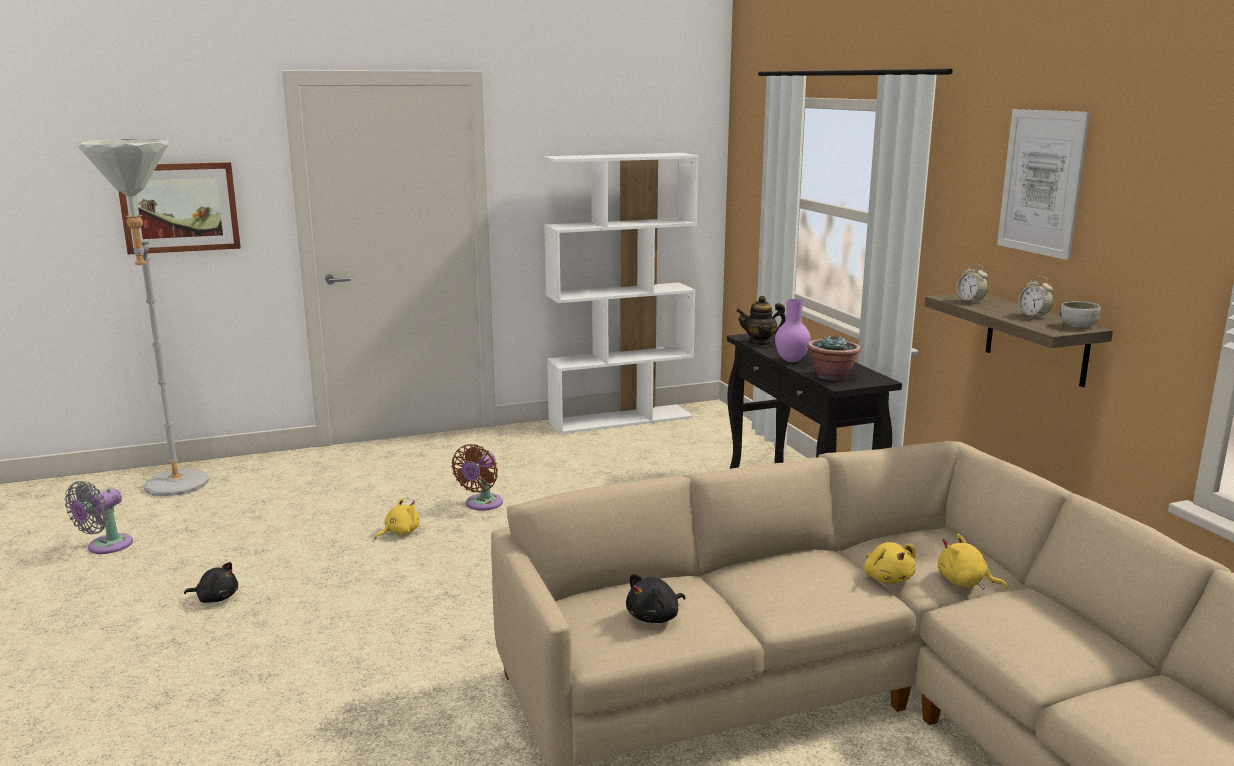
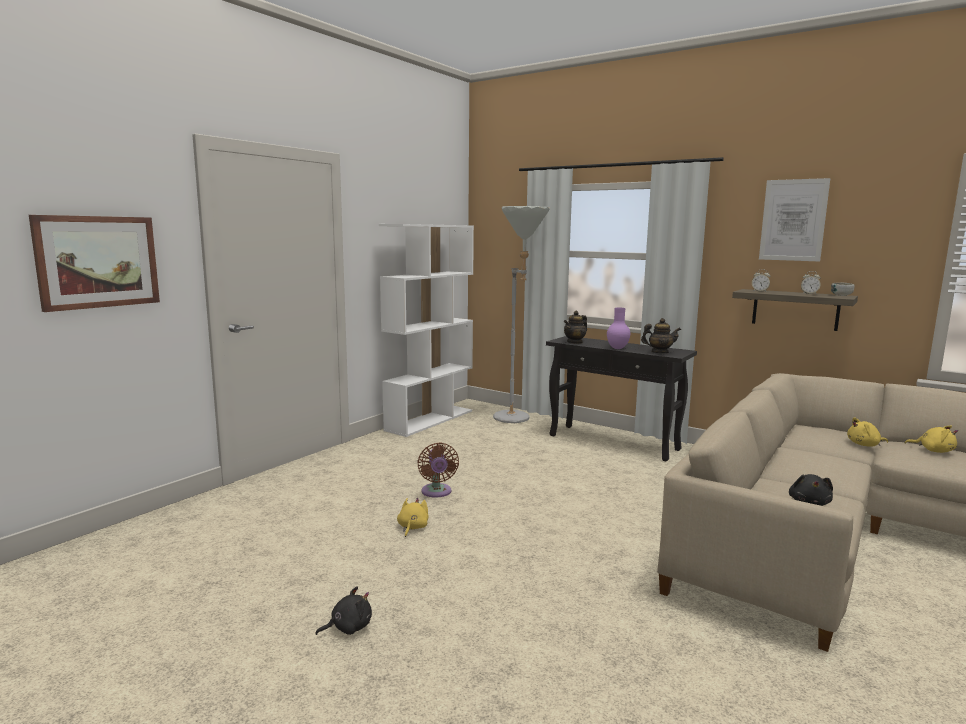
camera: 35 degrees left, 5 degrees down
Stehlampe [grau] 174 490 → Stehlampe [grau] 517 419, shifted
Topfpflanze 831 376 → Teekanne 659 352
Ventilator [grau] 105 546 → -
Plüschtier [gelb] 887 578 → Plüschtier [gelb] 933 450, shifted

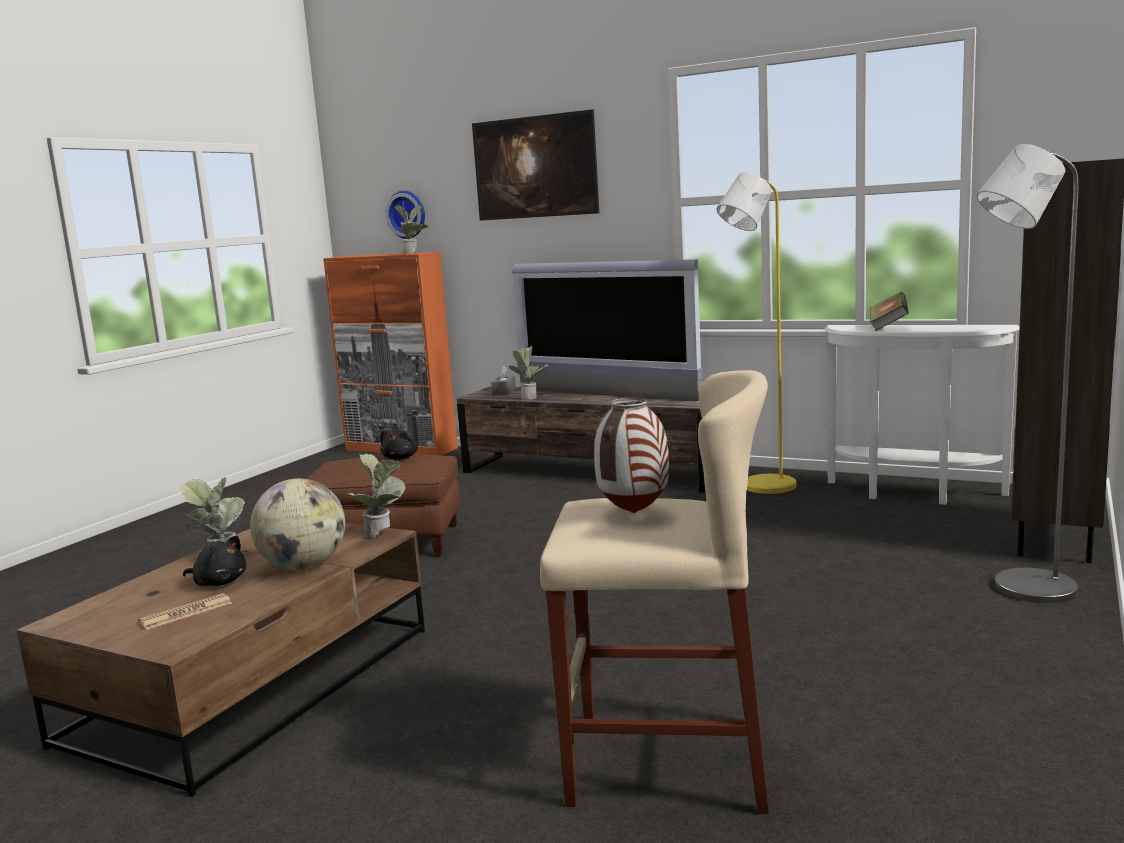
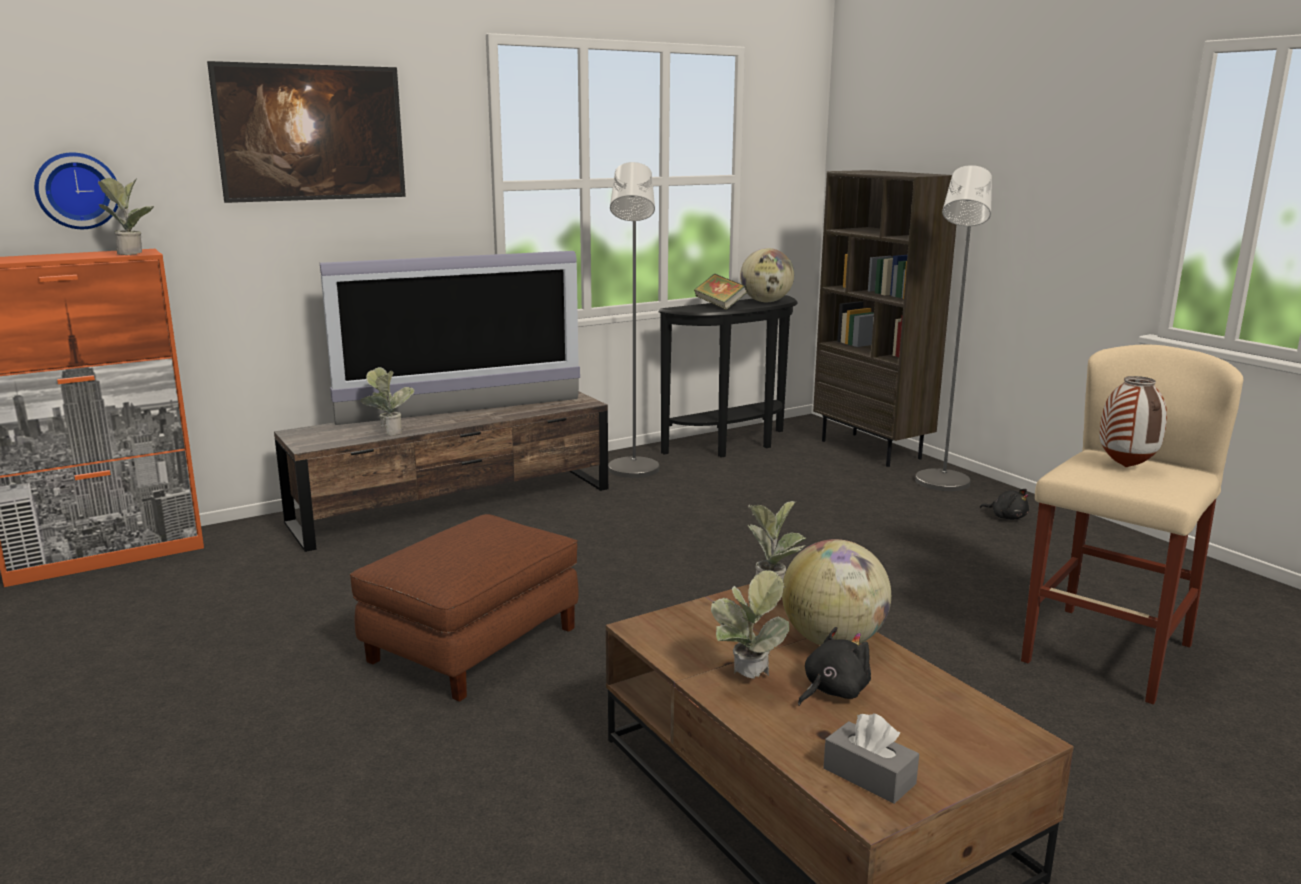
camera: 60 degrees left, 5 degrees up
Stehlampe [gelb] 761 488 → Stehlampe [grau] 633 472
Konsolentisch [weiß] 912 494 → Konsolentisch [schwarz] 734 446
Taschentuchbox [grau] 504 392 → Taschentuchbox [grau] 869 776, shifted
Plüschtier [schwarz] 401 458 → Plüschtier [schwarz] 1006 517, shifted
Zeitung 186 613 → -
- → Globus 766 302

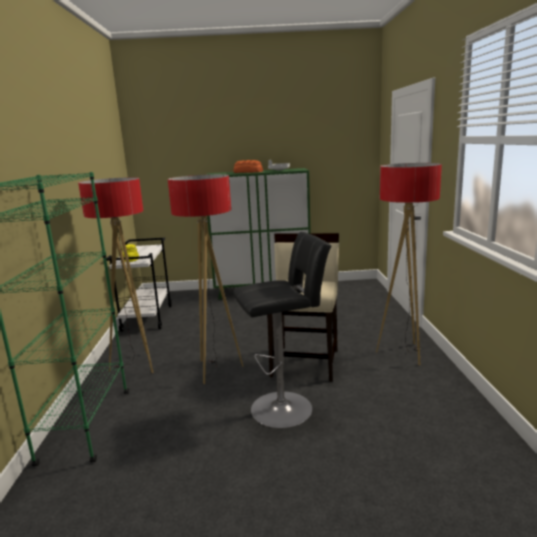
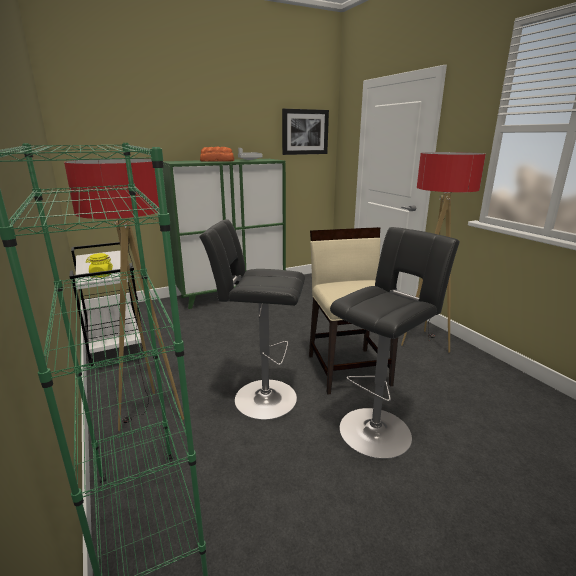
camera: 25 degrees left, 5 degrees up
Stehlampe 216 370 → Hocker [schwarz] 260 398
- → Bild 305 132

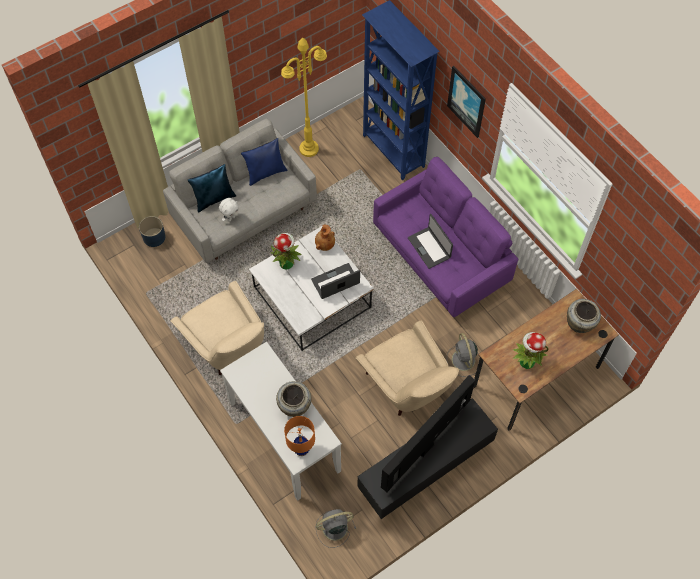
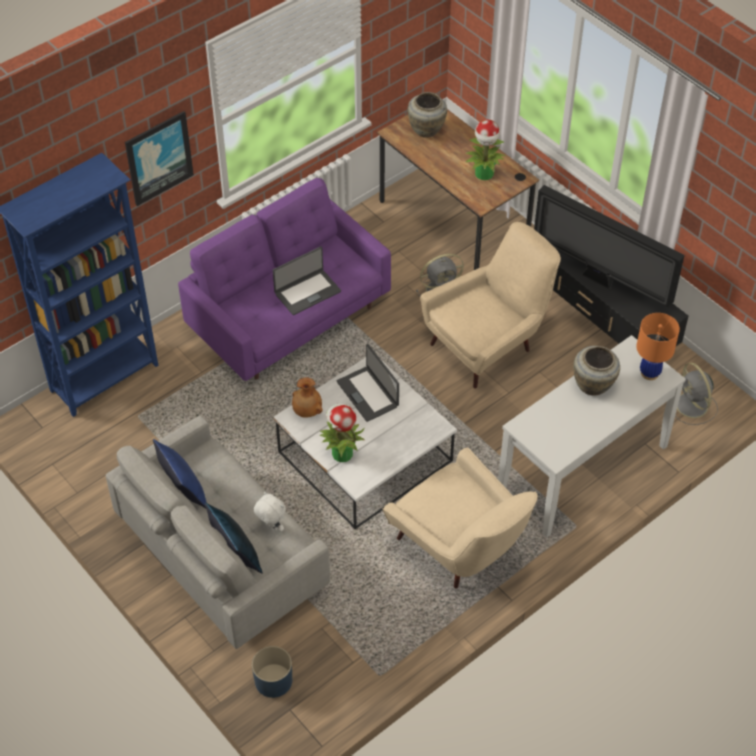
camera: 95 degrees left, 10 degrees down
Stehlampe [gelb] 309 149 → -
Sessel [beige] 228 348 → Sessel [beige] 460 550, 90 degrees clockwise

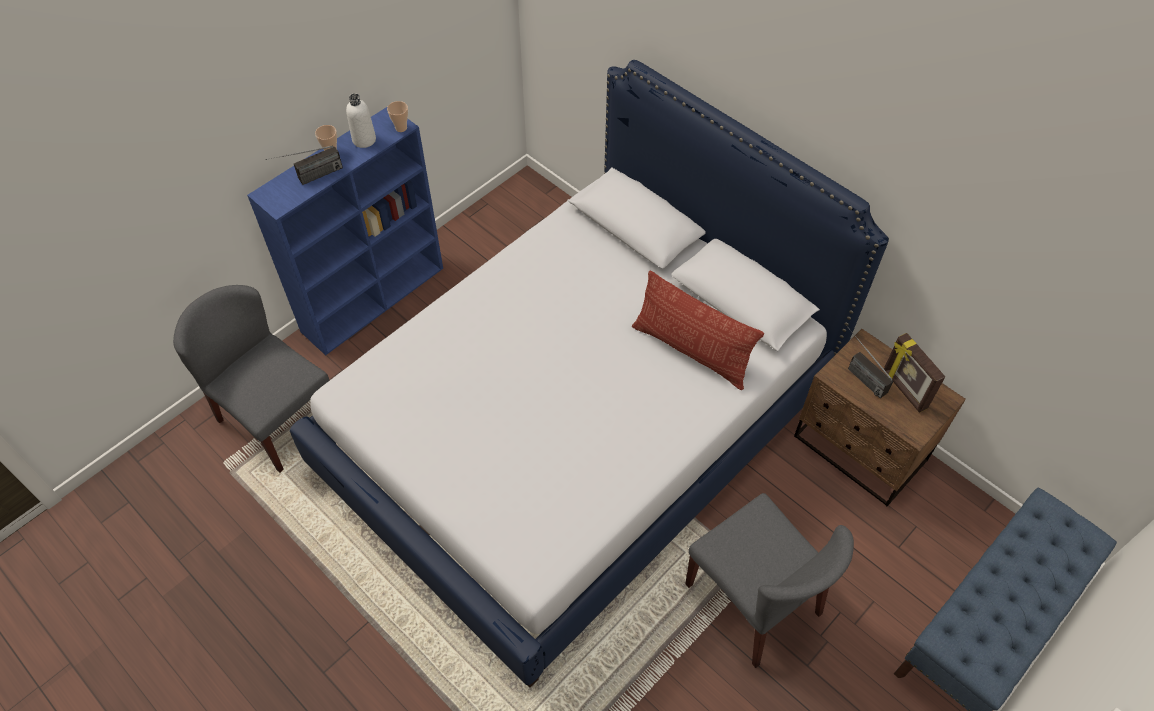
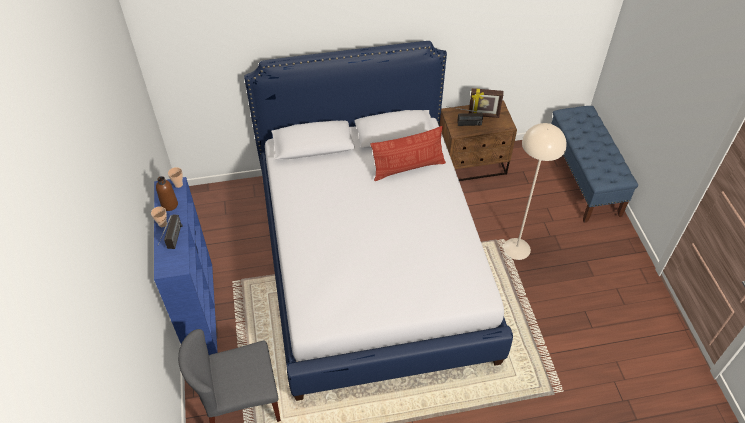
camera: 55 degrees left, 5 degrees down
Flasche [weiß] 364 140 → Flasche [braun] 169 205
Stuhl [grau] 753 600 → Stehlampe [beige] 517 249

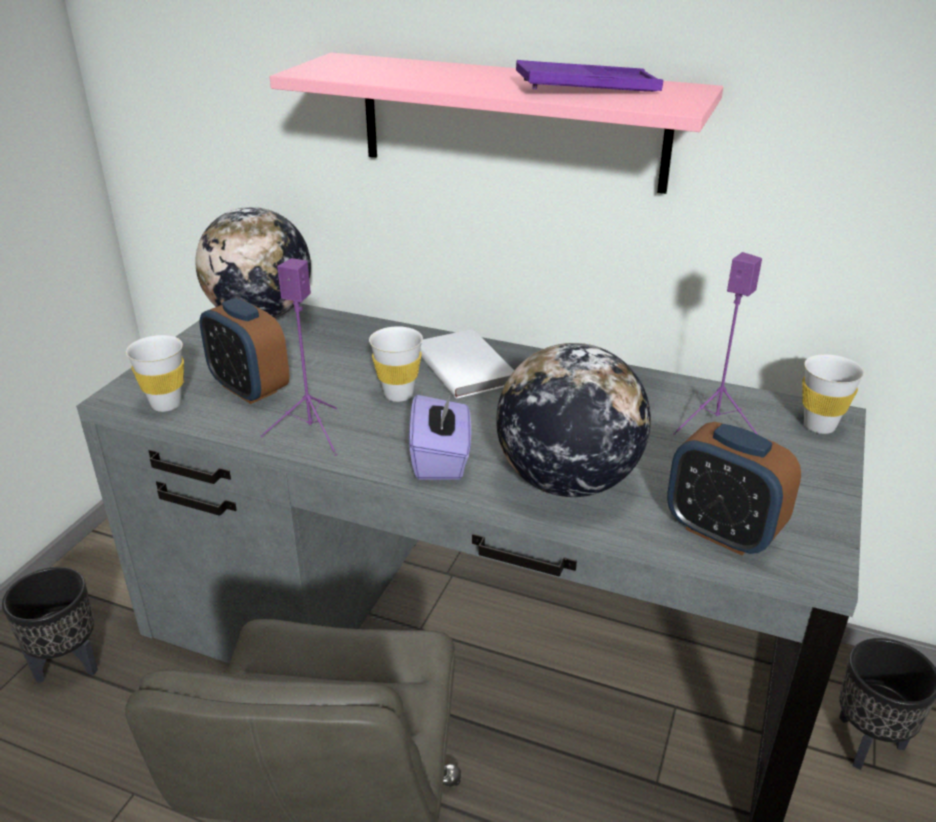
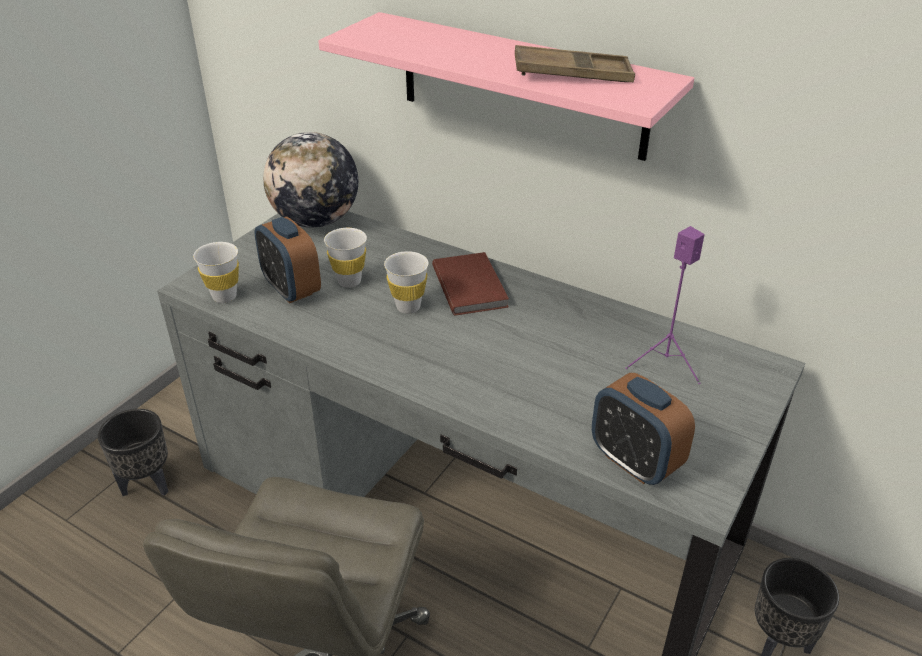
camera: 10 degrees right, 5 degrees up
Tablett [lila] 587 89 → Tablett [braun] 572 74
Lautsprecher [lila] 312 433 → -
Buch [weiß] 466 366 → Buch [braun] 471 285
Globus 567 481 → -
Tasse [weiß] 819 426 → Tasse [weiß] 349 281, shifted
Taschentuchbox [lila] 441 459 → -

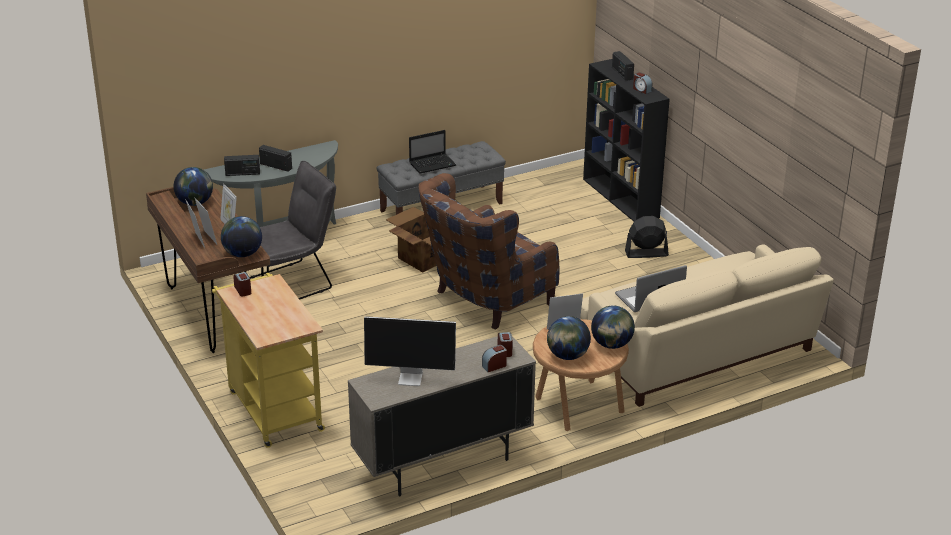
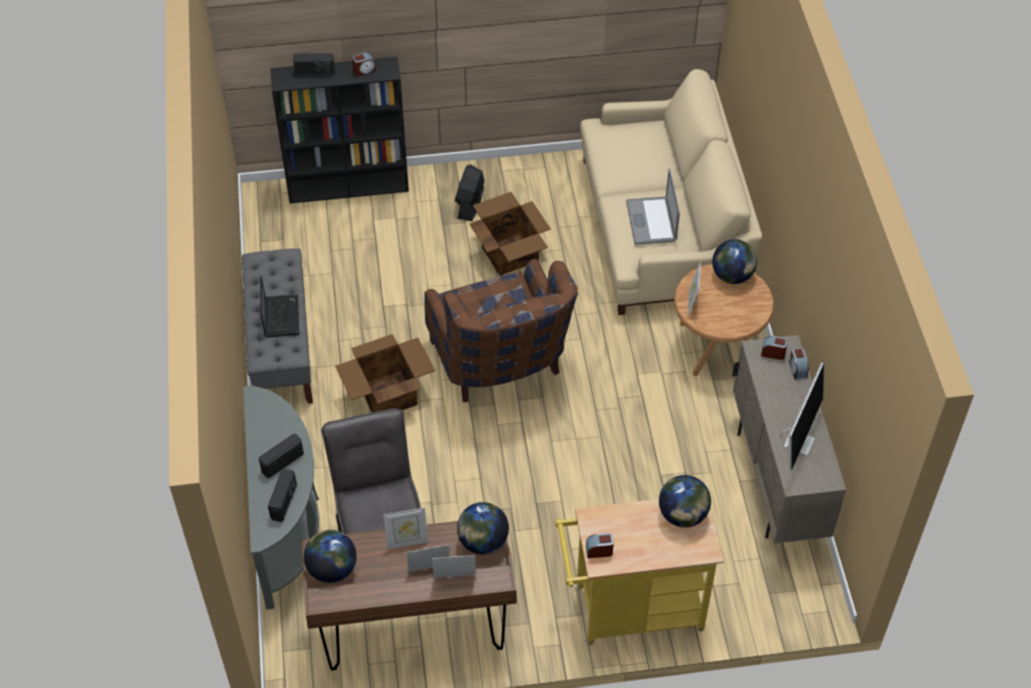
camera: 70 degrees left, 20 degrees up
Globus 567 356 → Globus 683 515, shifted
- → Karton 510 253

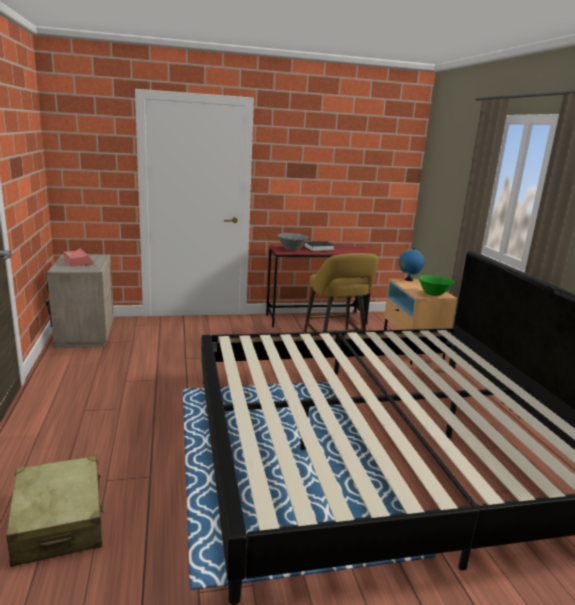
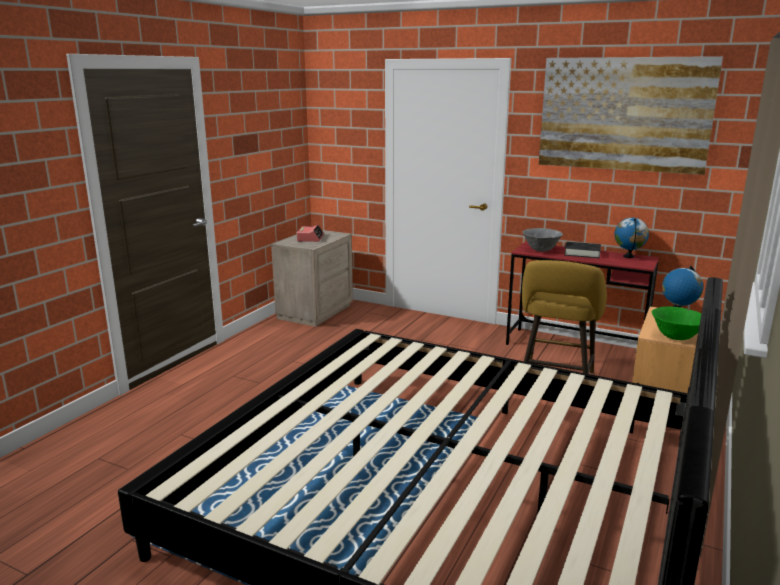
camera: 40 degrees right, 0 degrees up
Koffer [beige] 59 522 → -
- → Bild 624 114
- → Globus 628 257

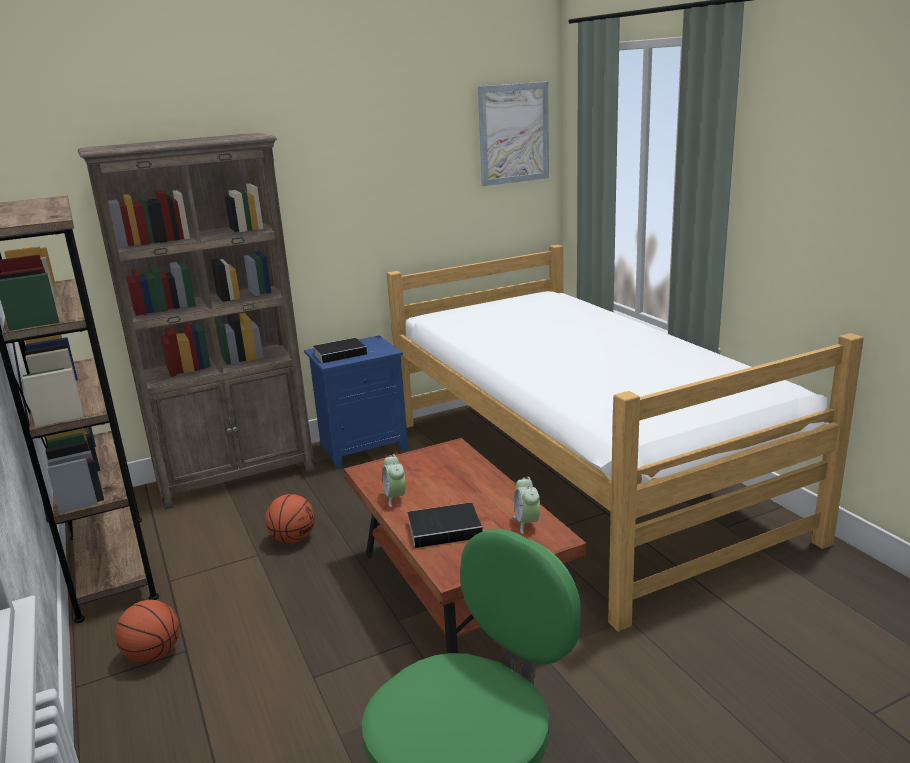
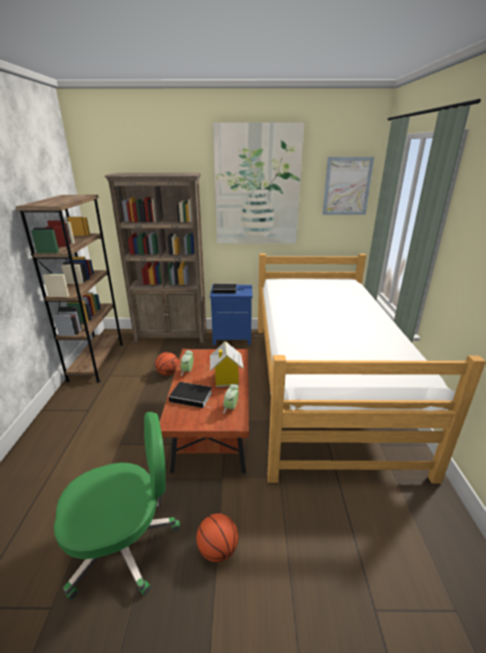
camera: 25 degrees right, 5 degrees up
Basketball 153 654 → Basketball 217 549, shifted
- → Bild 257 186
- → Spielzeughaus 226 379

